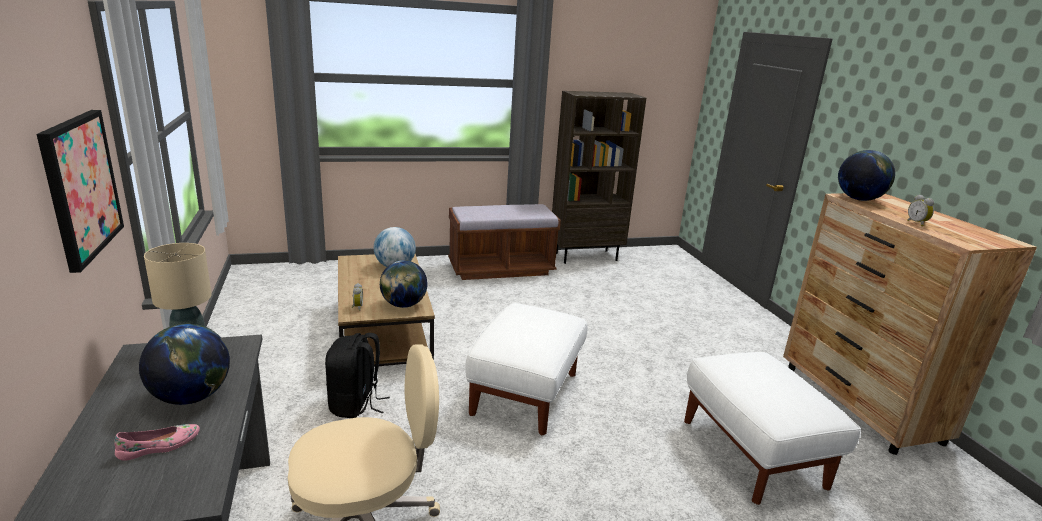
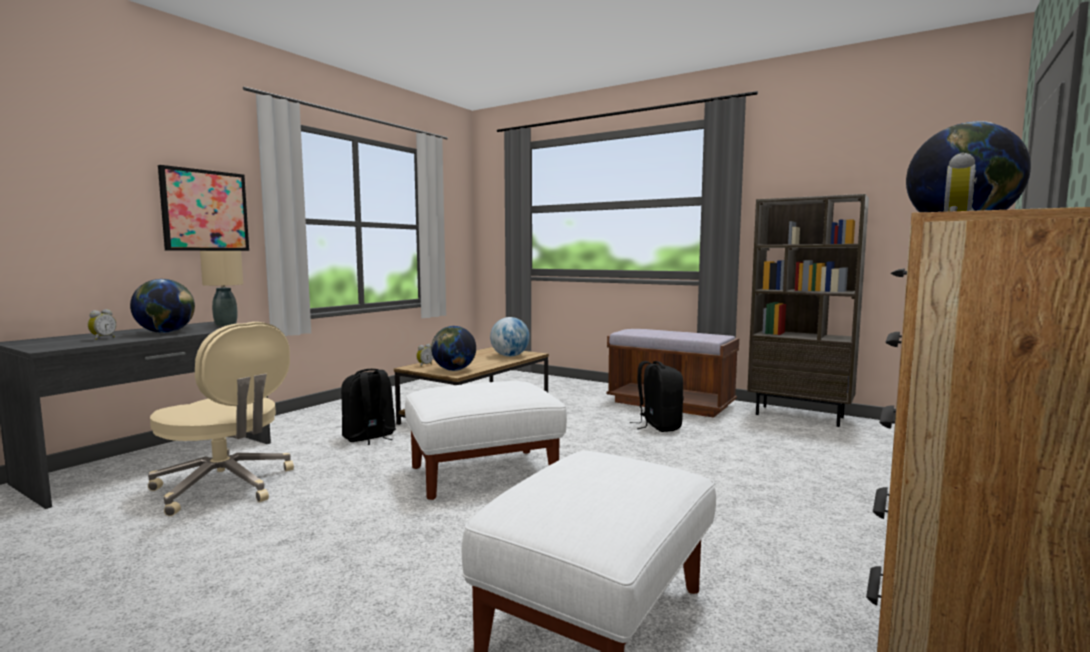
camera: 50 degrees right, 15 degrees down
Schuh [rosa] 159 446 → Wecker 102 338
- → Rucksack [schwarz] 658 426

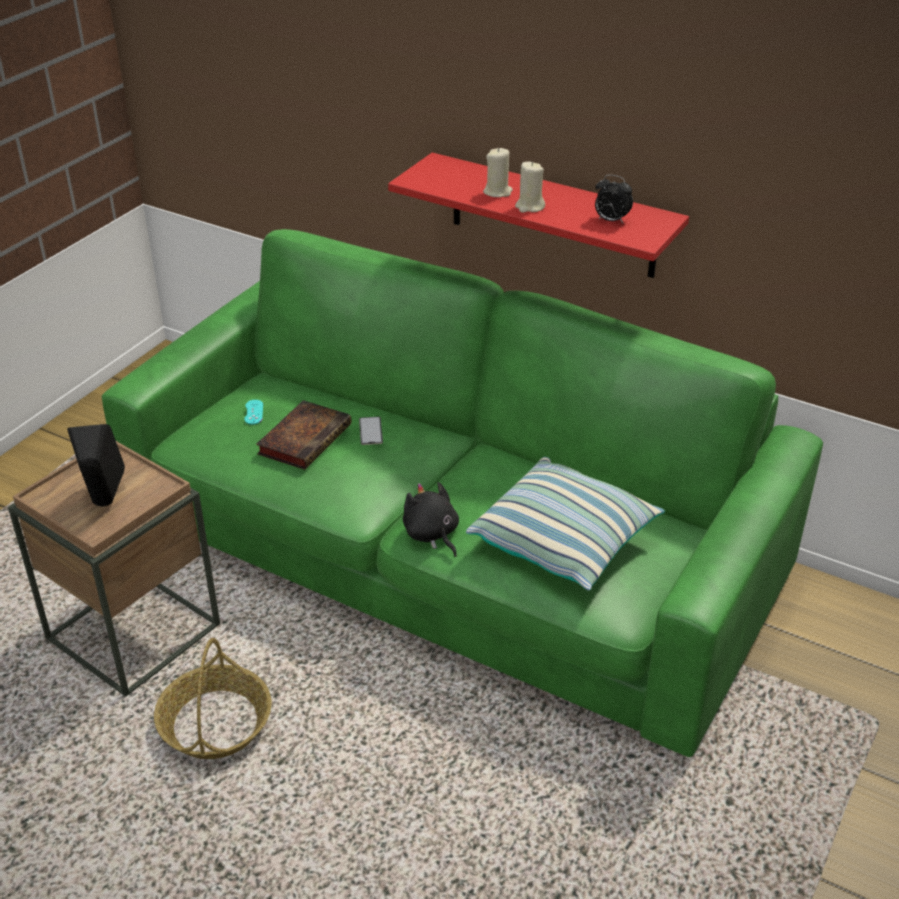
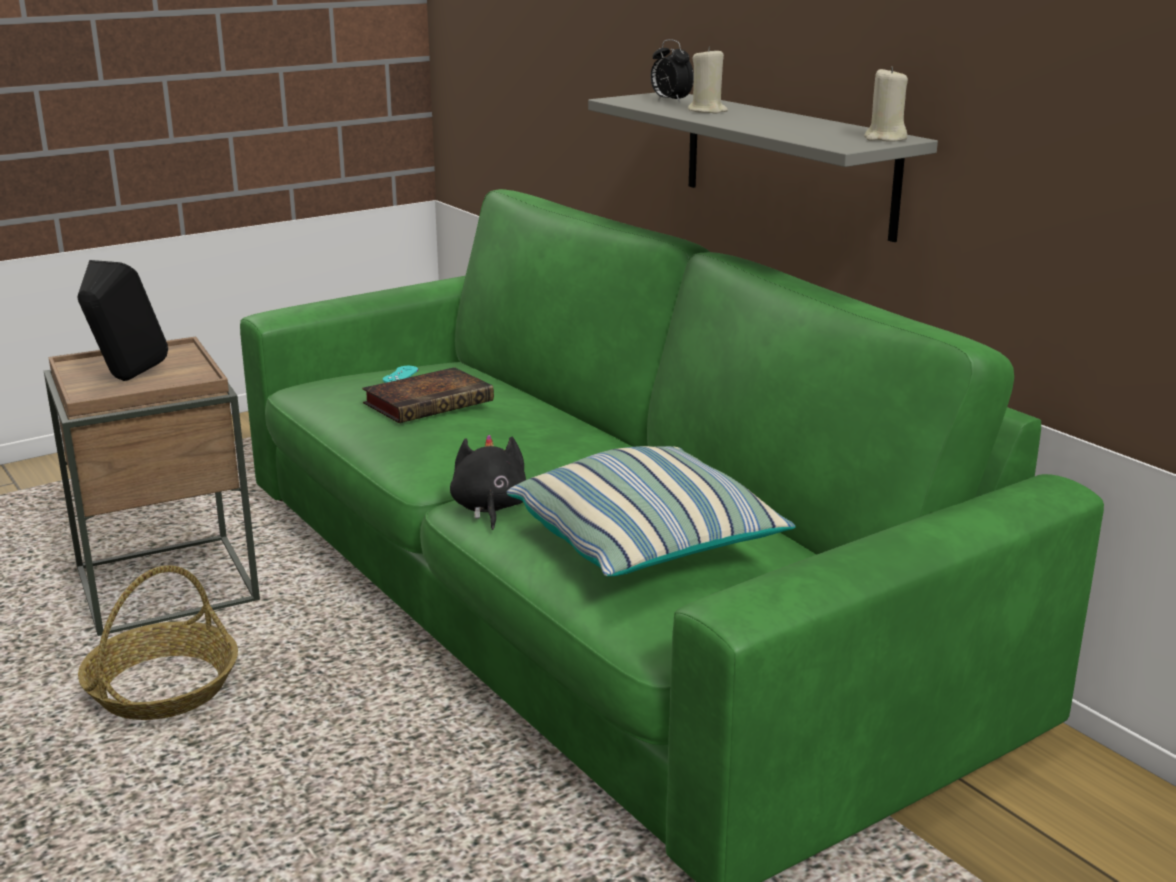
camera: 25 degrees right, 15 degrees down
Wandregal [rot] 552 216 → Wandregal [grau] 787 162
Kerze [beige] 529 207 → Kerze [beige] 885 138, shifted
Wecker 611 220 → Wecker 670 101, shifted
Handy 370 431 → -

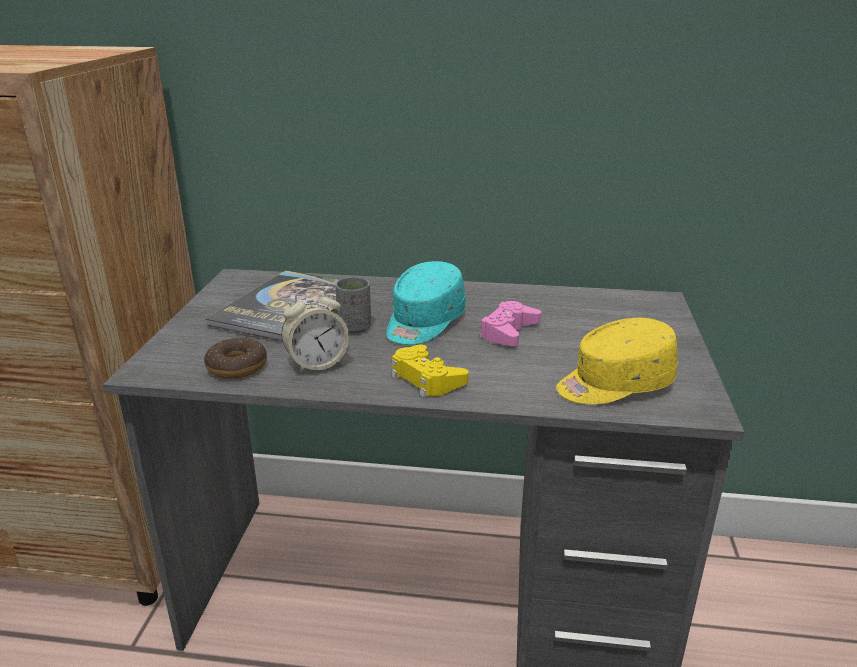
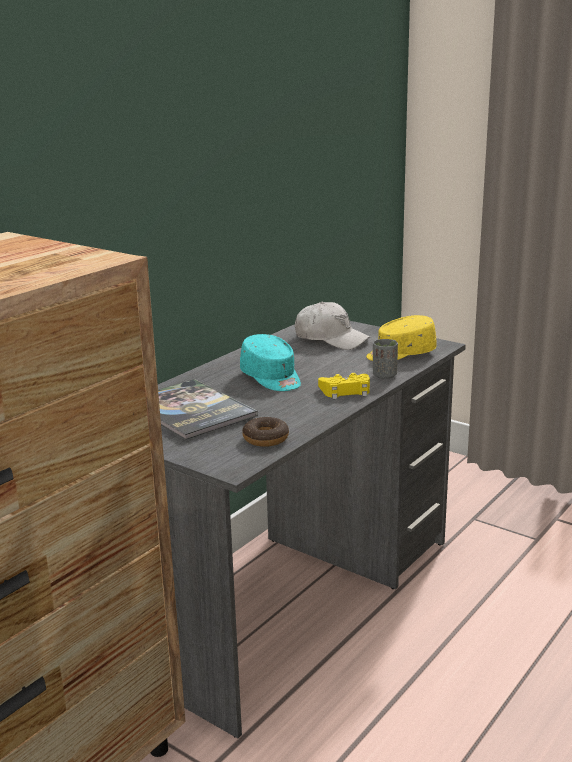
camera: 60 degrees left, 5 degrees down
Tasse [grau] 354 327 → Tasse [grau] 384 375, shifted
Wecker 317 364 → -
Gamepad [rosa] 509 332 → -
Kappe [gelb] 613 384 → Kappe [gelb] 400 354, 60 degrees clockwise
- → Kappe [weiß] 331 339

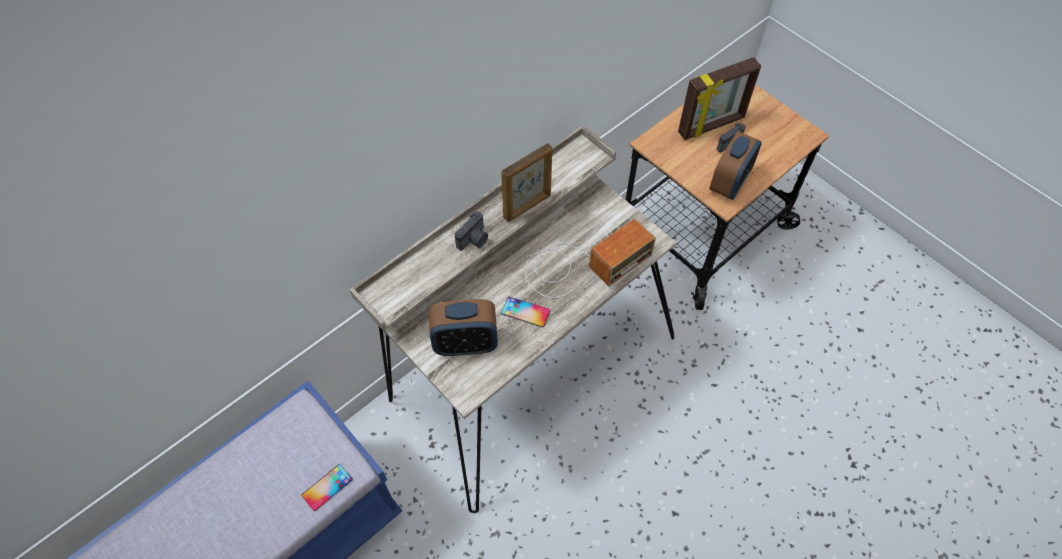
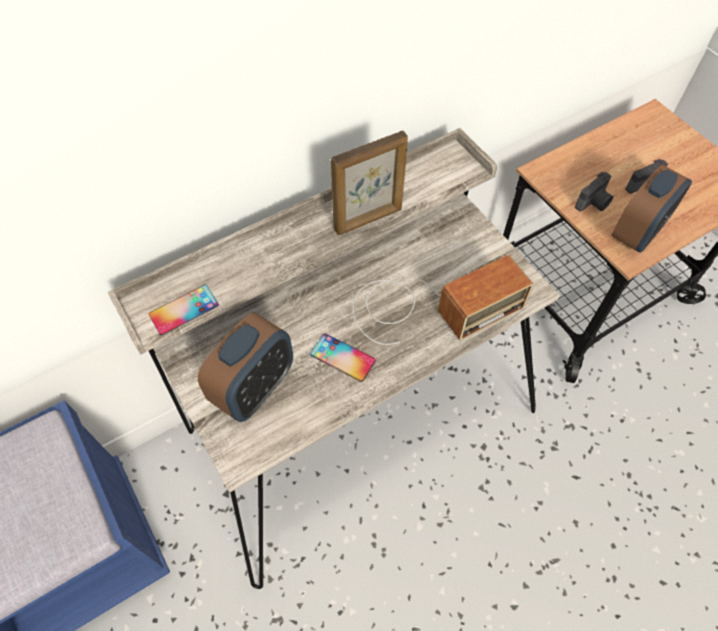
camera: 10 degrees right, 0 degrees up
Bilderrahmen 711 126 → -
Kamera 474 240 → Kamera 593 203, shifted
Wecker 466 344 → Wecker 254 388, 60 degrees counterclockwise
Handy 327 487 → Handy 184 309, shifted

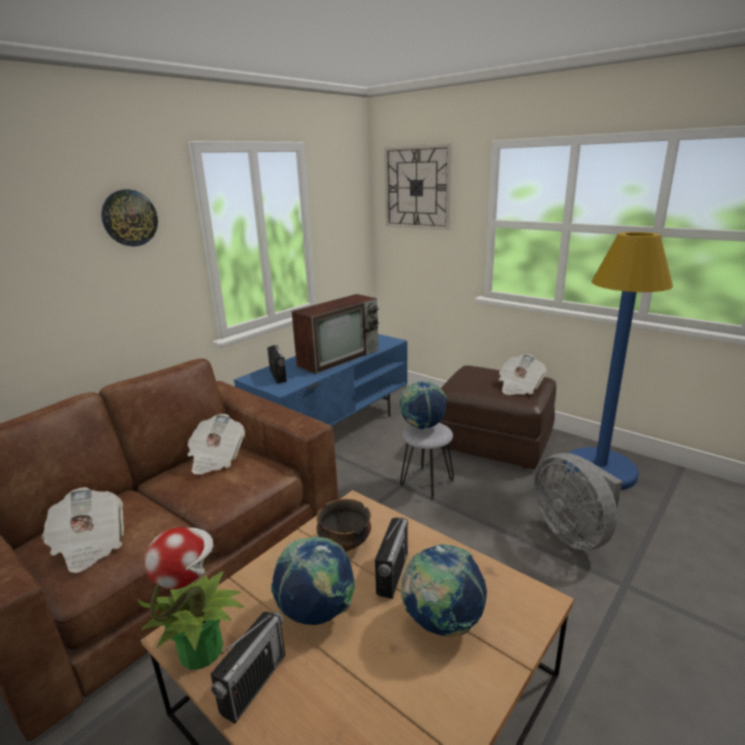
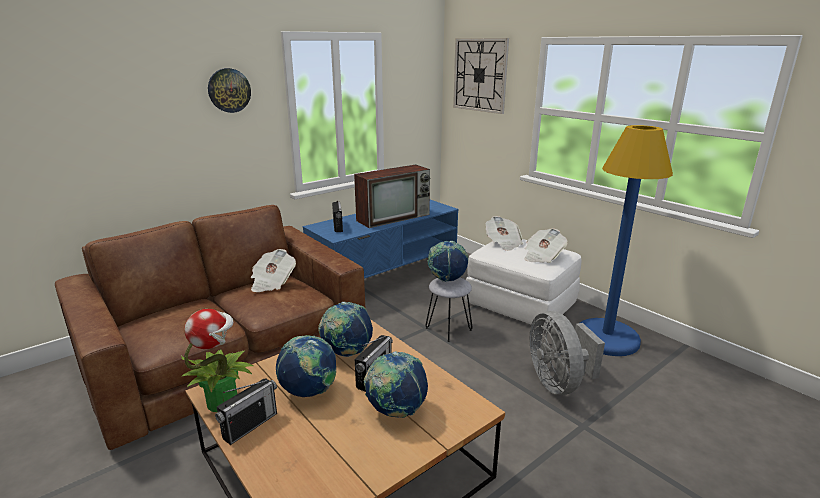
camera: 10 degrees right, 0 degrees up
Polsterhocker [braun] 494 441 → Polsterhocker [weiß] 521 304
Zeitung 89 544 → Zeitung 503 243, shifted
Schüssel 344 543 → Globus 347 353

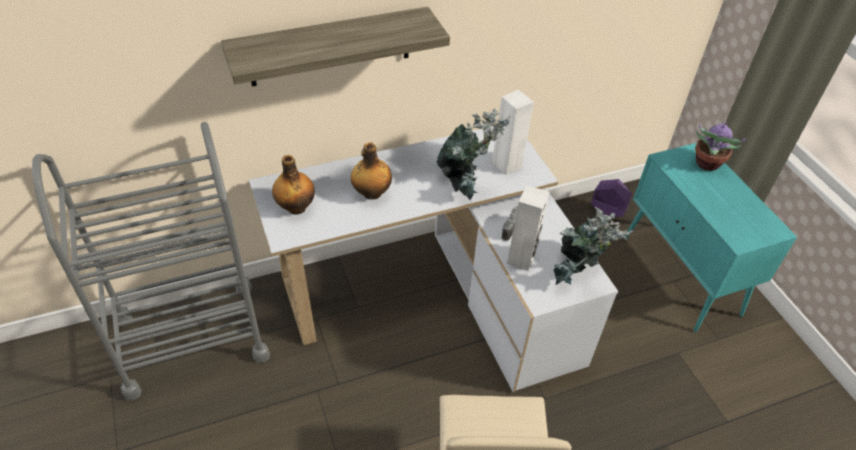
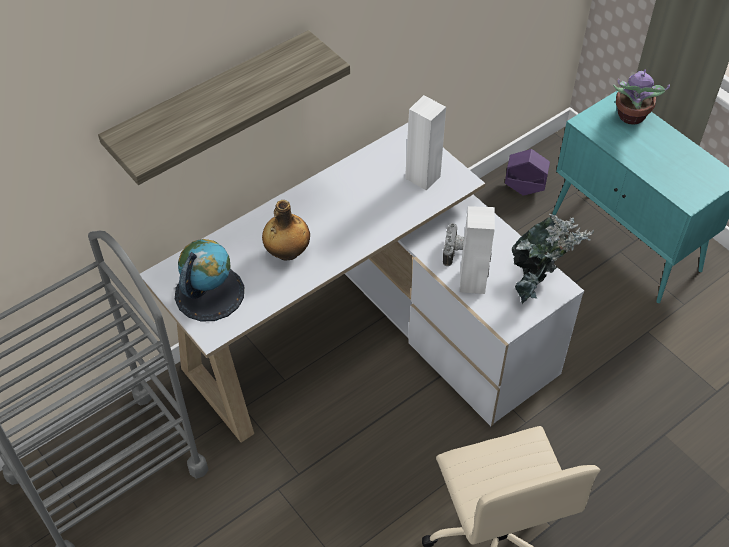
camera: 15 degrees left, 5 degrees up
Topfpflanze 465 185 → -
Flasche 296 207 → Globus 209 293

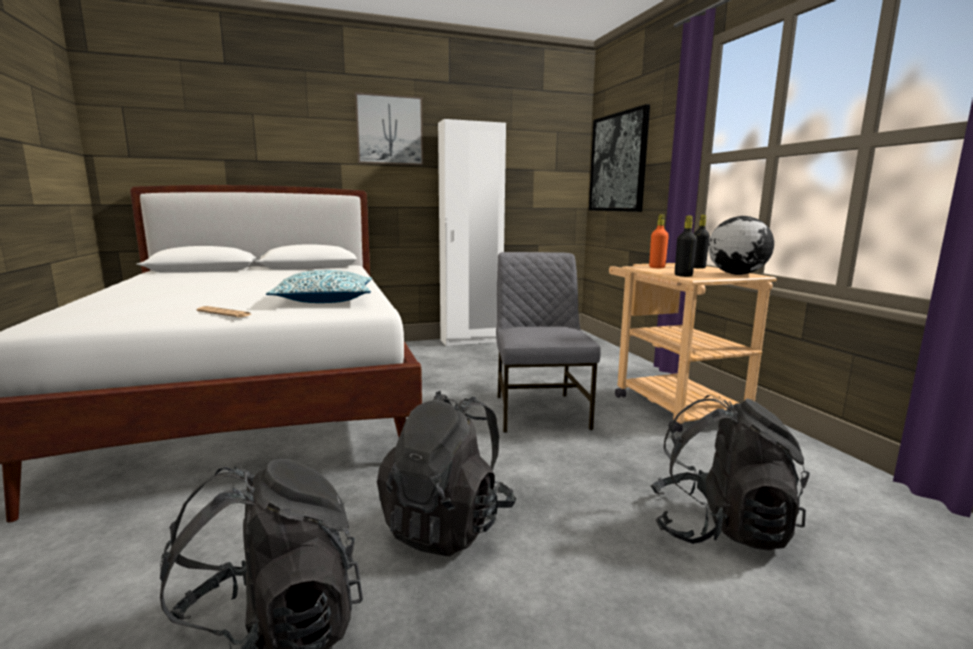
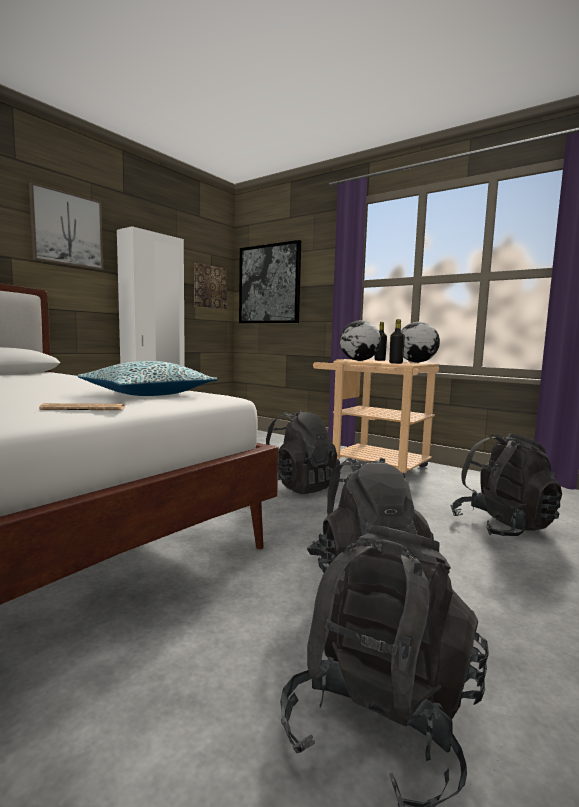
camera: 35 degrees left, 5 degrees down
Flasche [orange] 657 267 → Globus 358 360
Stuhl [grau] 539 411 → Rucksack [schwarz] 297 486
- → Bild 209 287

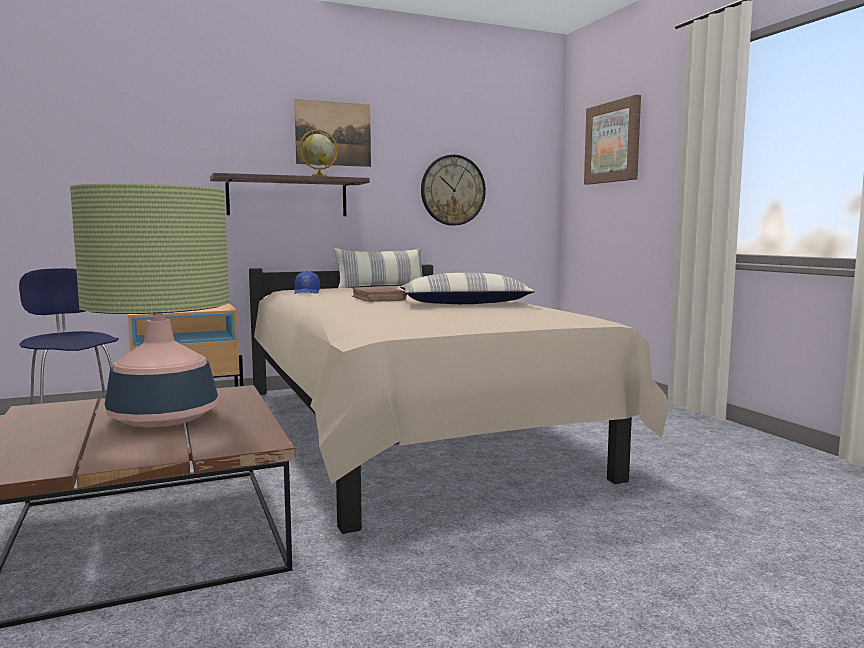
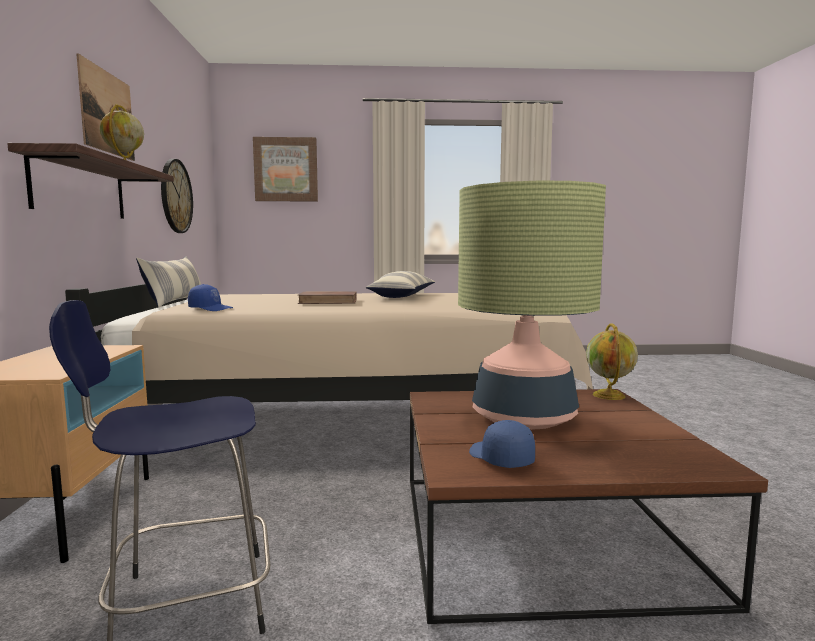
camera: 70 degrees left, 0 degrees up
- → Globus 609 396
- → Kappe [blau] 499 458

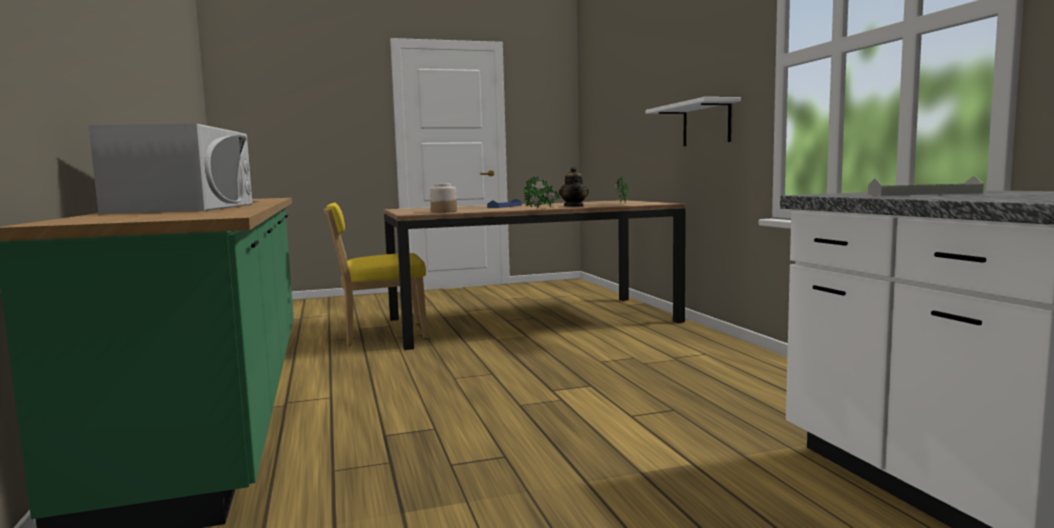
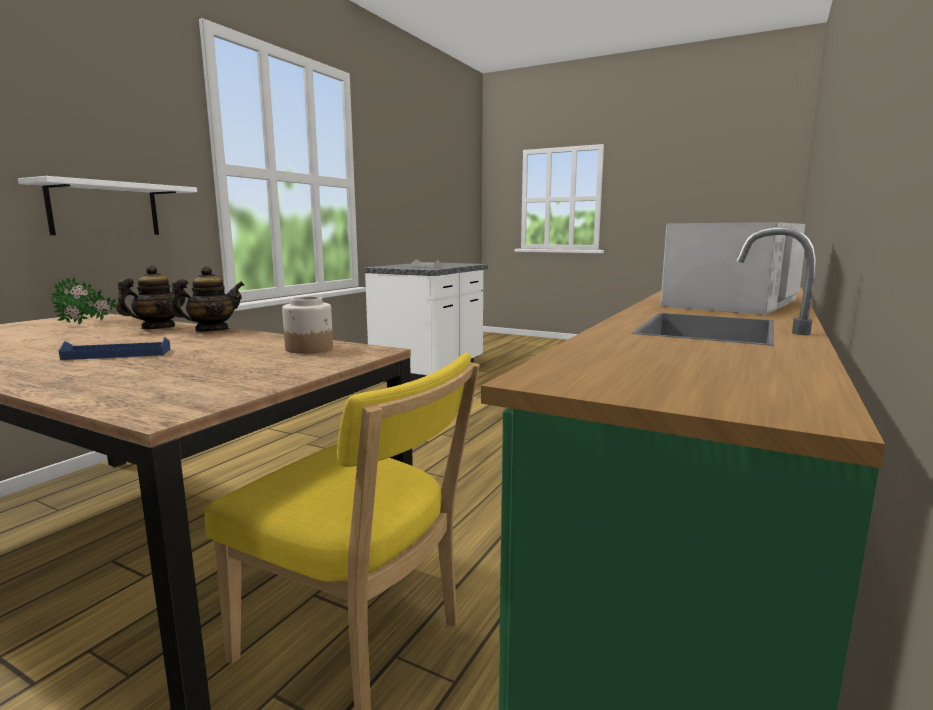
camera: 135 degrees left, 5 degrees up
Topfpflanze 541 208 → Teekanne 211 330

